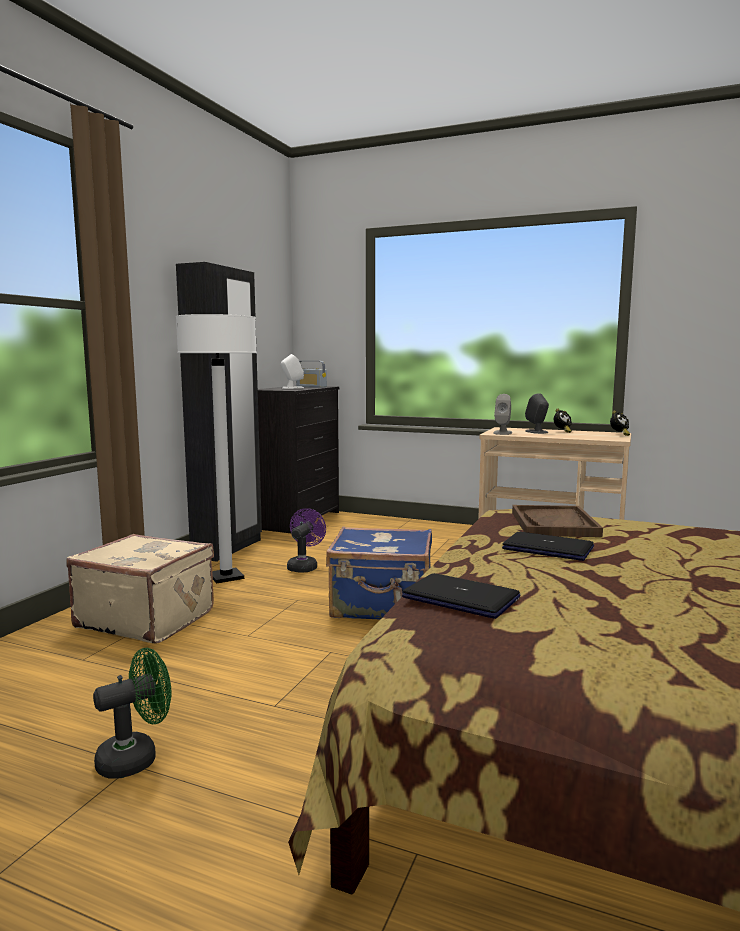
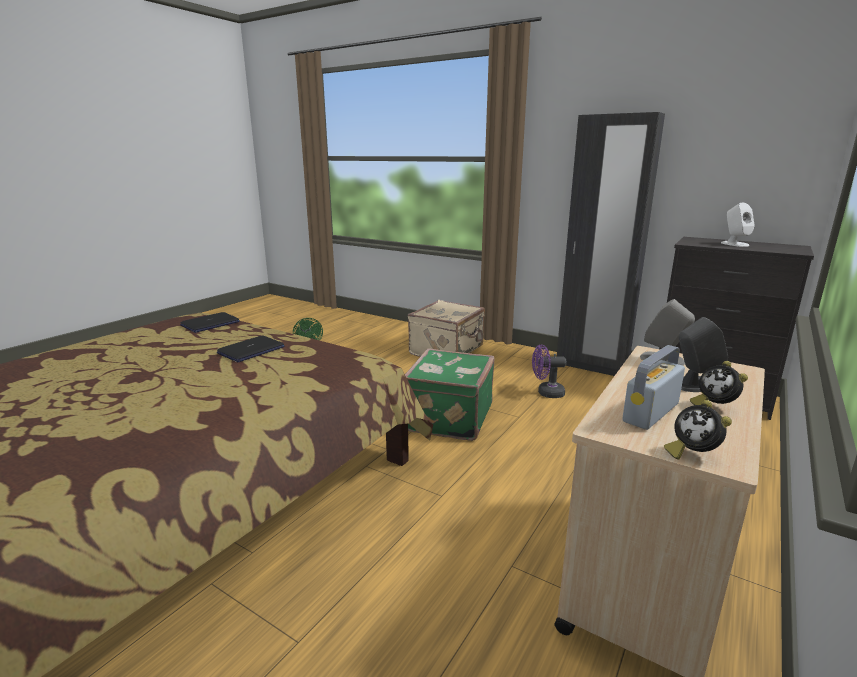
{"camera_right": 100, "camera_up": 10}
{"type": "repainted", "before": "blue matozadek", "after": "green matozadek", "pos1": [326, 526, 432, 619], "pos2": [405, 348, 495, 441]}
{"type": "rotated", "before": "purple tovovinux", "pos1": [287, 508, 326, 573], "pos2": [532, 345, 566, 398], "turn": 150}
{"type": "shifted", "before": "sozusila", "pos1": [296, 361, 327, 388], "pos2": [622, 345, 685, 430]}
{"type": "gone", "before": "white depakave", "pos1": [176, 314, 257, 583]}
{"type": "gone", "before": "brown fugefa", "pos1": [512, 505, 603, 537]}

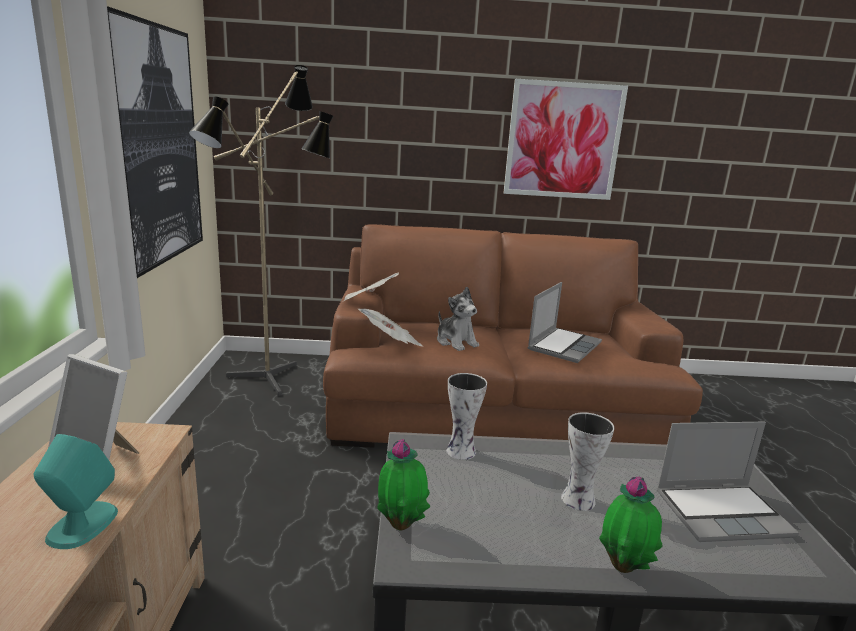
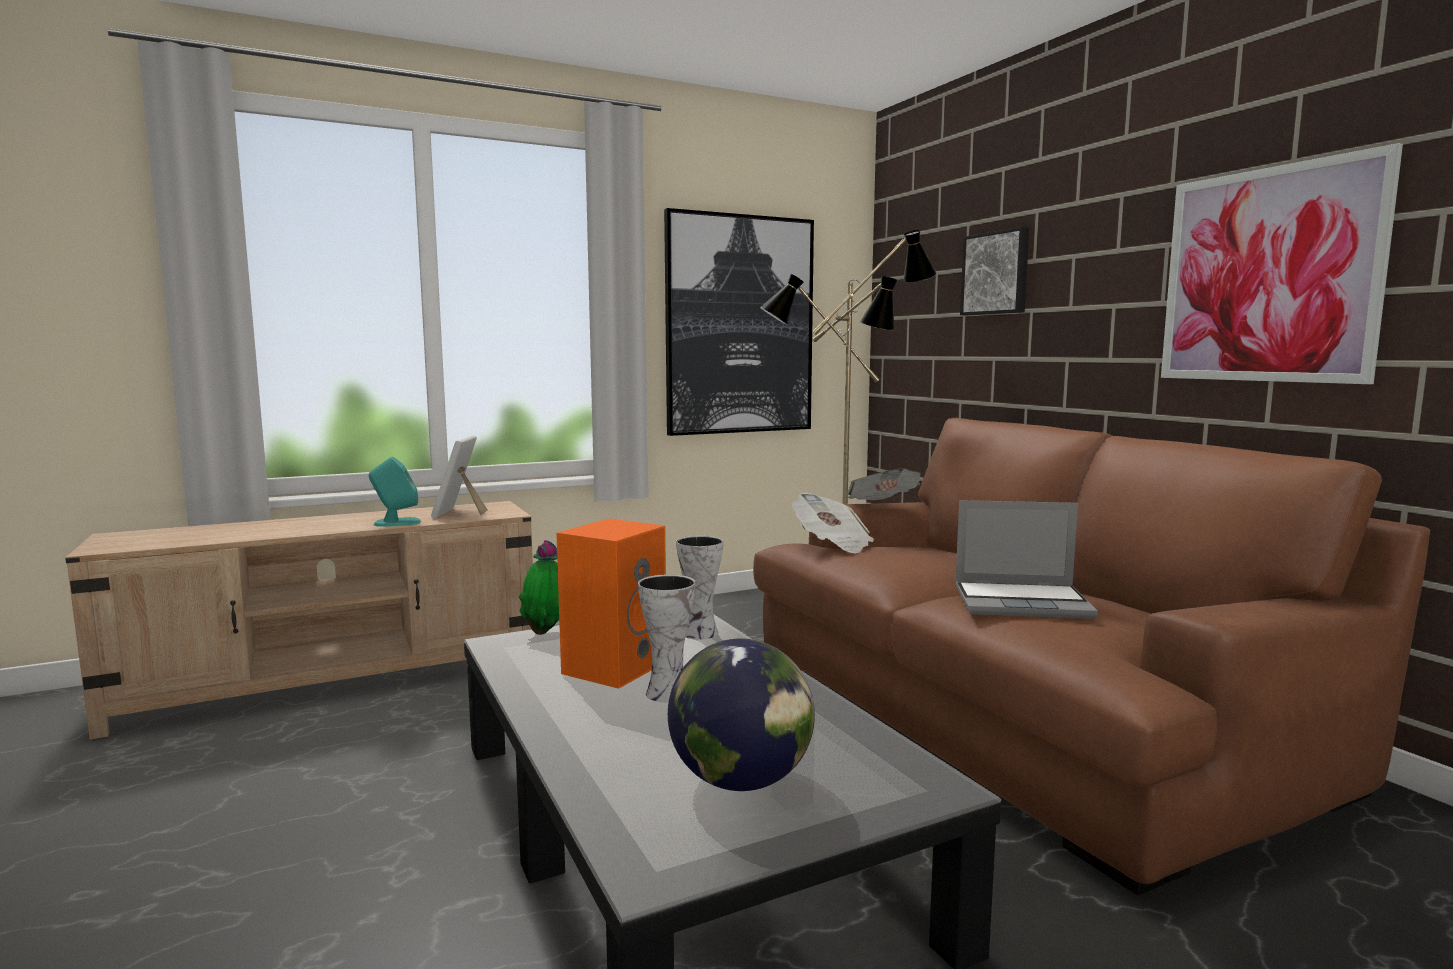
{"camera_right": 65, "camera_up": -10}
{"type": "new", "after": "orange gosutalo", "pos2": [556, 518, 666, 689]}
{"type": "swapped", "before": "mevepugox", "after": "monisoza", "pos1": [656, 422, 799, 542], "pos2": [668, 639, 815, 791]}
{"type": "new", "after": "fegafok", "pos2": [960, 227, 1029, 315]}
{"type": "gone", "before": "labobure", "pos1": [437, 287, 479, 351]}
{"type": "gone", "before": "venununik", "pos1": [599, 476, 663, 573]}

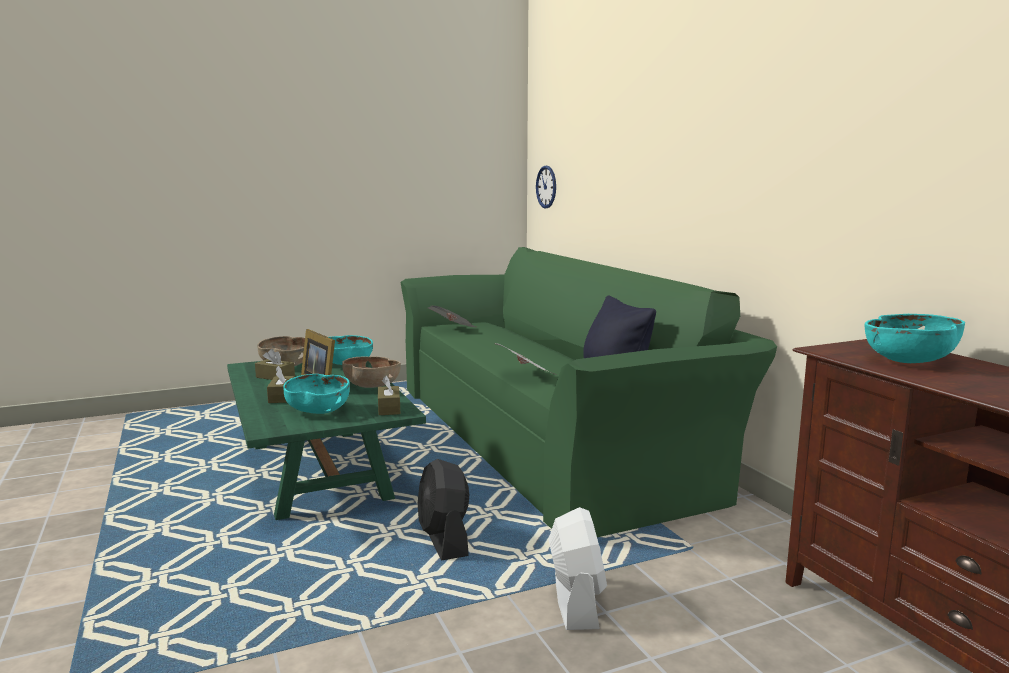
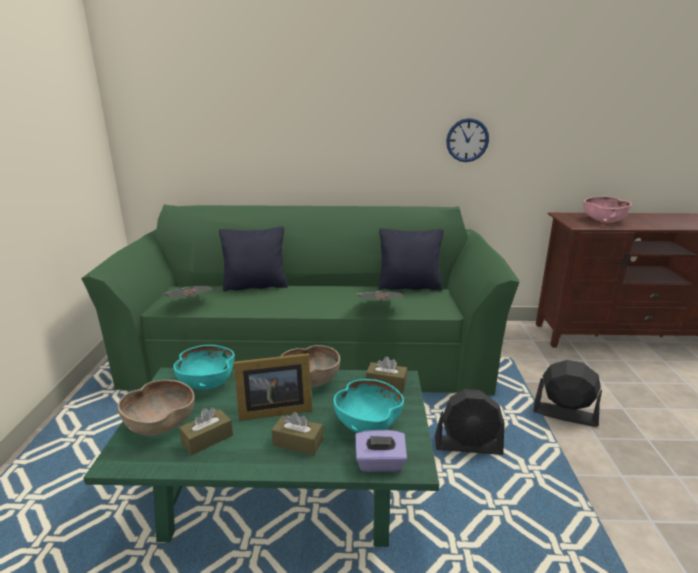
{"camera_right": -65, "camera_up": 10}
{"type": "new", "after": "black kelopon", "pos2": [219, 226, 288, 291]}
{"type": "new", "after": "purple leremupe", "pos2": [355, 430, 407, 472]}
{"type": "shifted", "before": "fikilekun", "pos1": [536, 166, 556, 208], "pos2": [446, 118, 489, 162]}
{"type": "repainted", "before": "white tovovinux", "after": "black tovovinux", "pos1": [549, 507, 607, 630], "pos2": [534, 360, 602, 427]}
{"type": "repainted", "before": "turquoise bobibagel", "after": "pink bobibagel", "pos1": [865, 314, 965, 363], "pos2": [583, 197, 631, 223]}

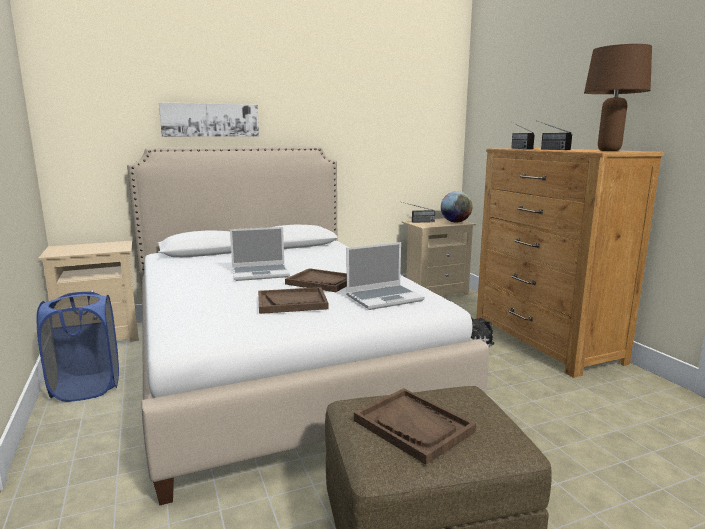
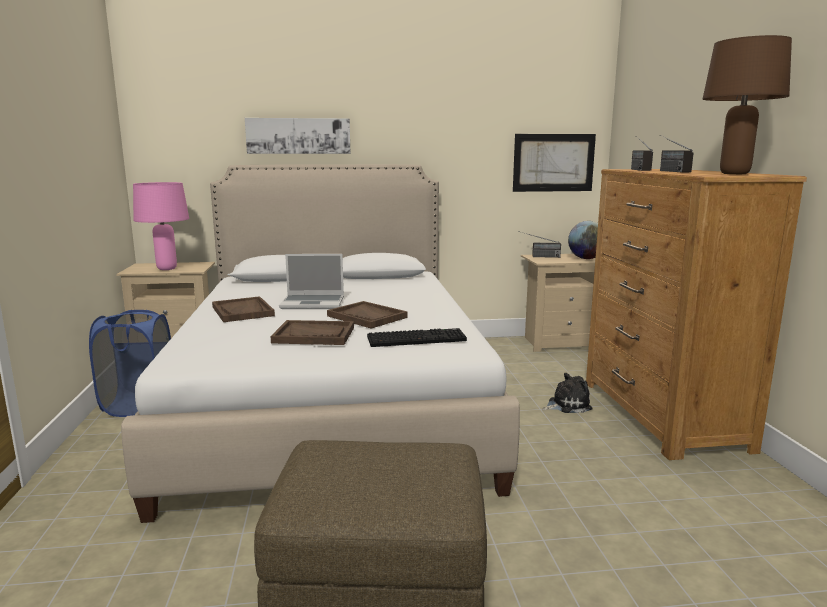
{"camera_right": 15, "camera_up": 0}
{"type": "new", "after": "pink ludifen", "pos2": [133, 182, 189, 270]}
{"type": "shifted", "before": "brown fugefa", "pos1": [354, 388, 476, 465], "pos2": [212, 296, 275, 322]}
{"type": "swapped", "before": "mevepugox", "after": "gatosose", "pos1": [346, 242, 425, 310], "pos2": [367, 328, 467, 347]}
{"type": "new", "after": "fegafok", "pos2": [513, 134, 596, 192]}

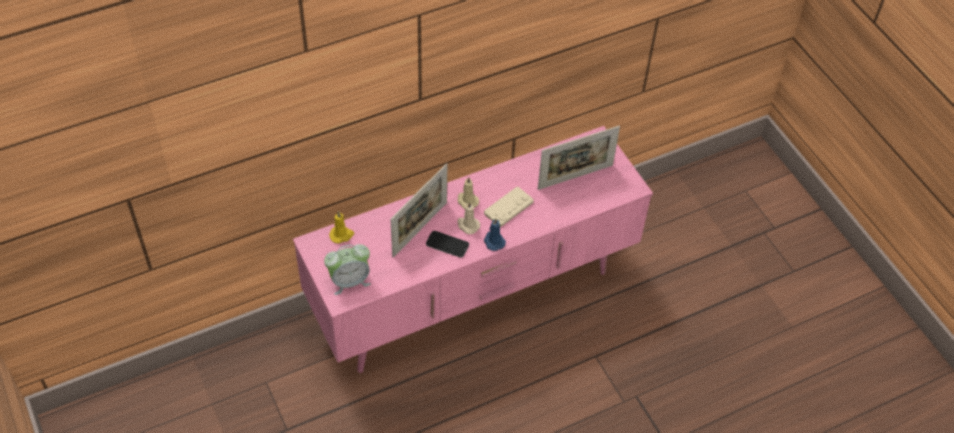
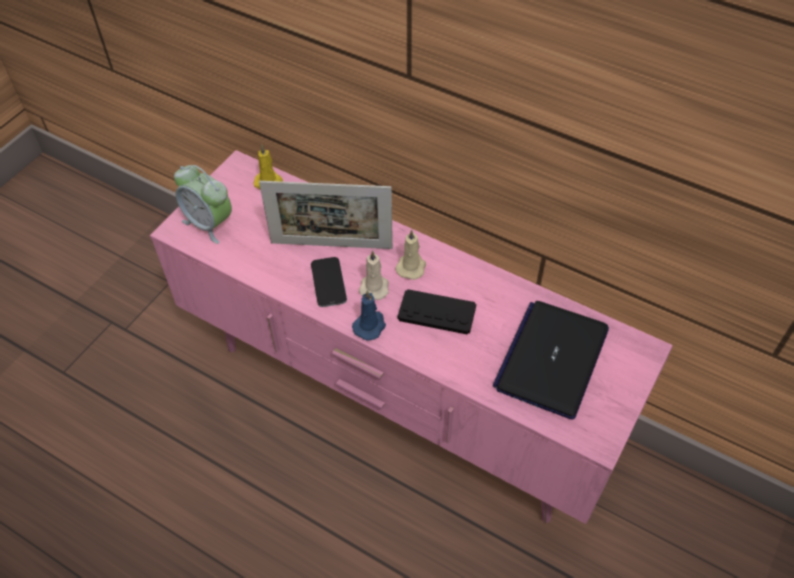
{"camera_right": 60, "camera_up": 0}
{"type": "repainted", "before": "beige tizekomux", "after": "black tizekomux", "pos1": [484, 187, 534, 227], "pos2": [398, 289, 476, 335]}
{"type": "swapped", "before": "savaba", "after": "mevepugox", "pos1": [538, 126, 620, 190], "pos2": [492, 301, 609, 420]}

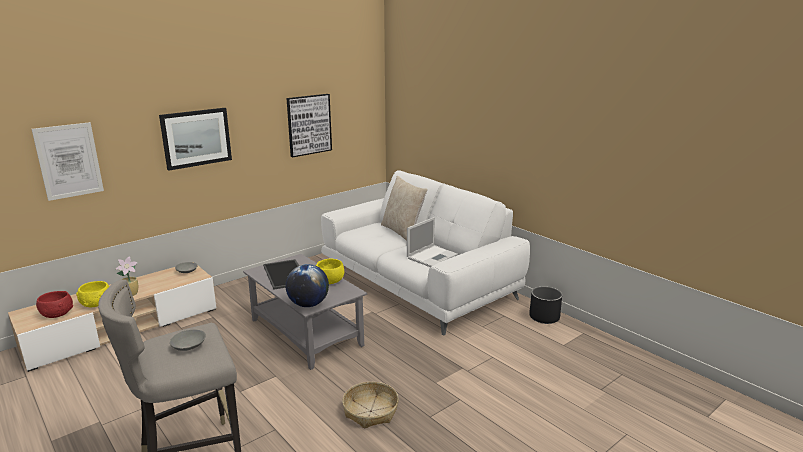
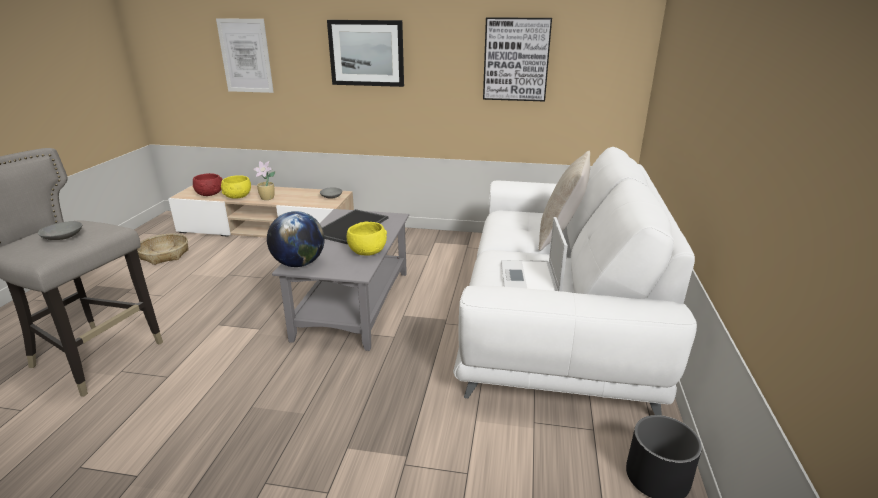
{"camera_right": 50, "camera_up": 5}
{"type": "shifted", "before": "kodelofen", "pos1": [342, 382, 399, 429], "pos2": [137, 234, 189, 265]}
{"type": "rotated", "before": "mevepugox", "pos1": [407, 217, 458, 267], "pos2": [501, 217, 568, 291], "turn": 90}

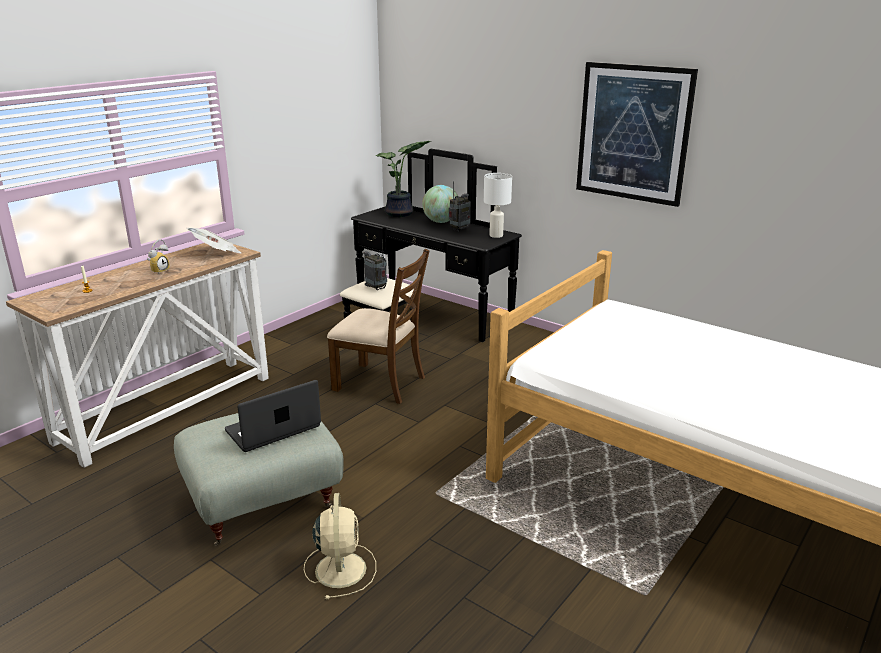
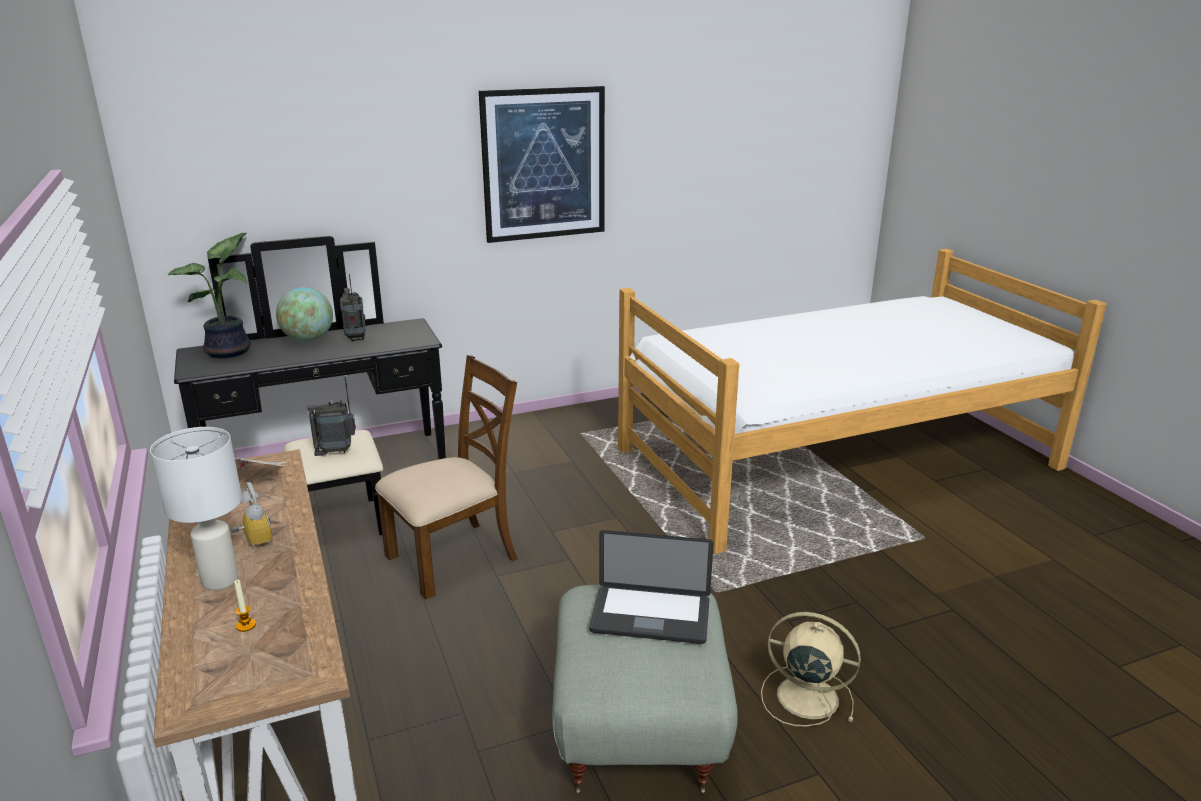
{"camera_right": -60, "camera_up": 0}
{"type": "shifted", "before": "white ludifen", "pos1": [484, 173, 512, 238], "pos2": [150, 427, 242, 590]}
{"type": "rotated", "before": "mevepugox", "pos1": [225, 380, 321, 452], "pos2": [589, 530, 713, 644], "turn": -75}

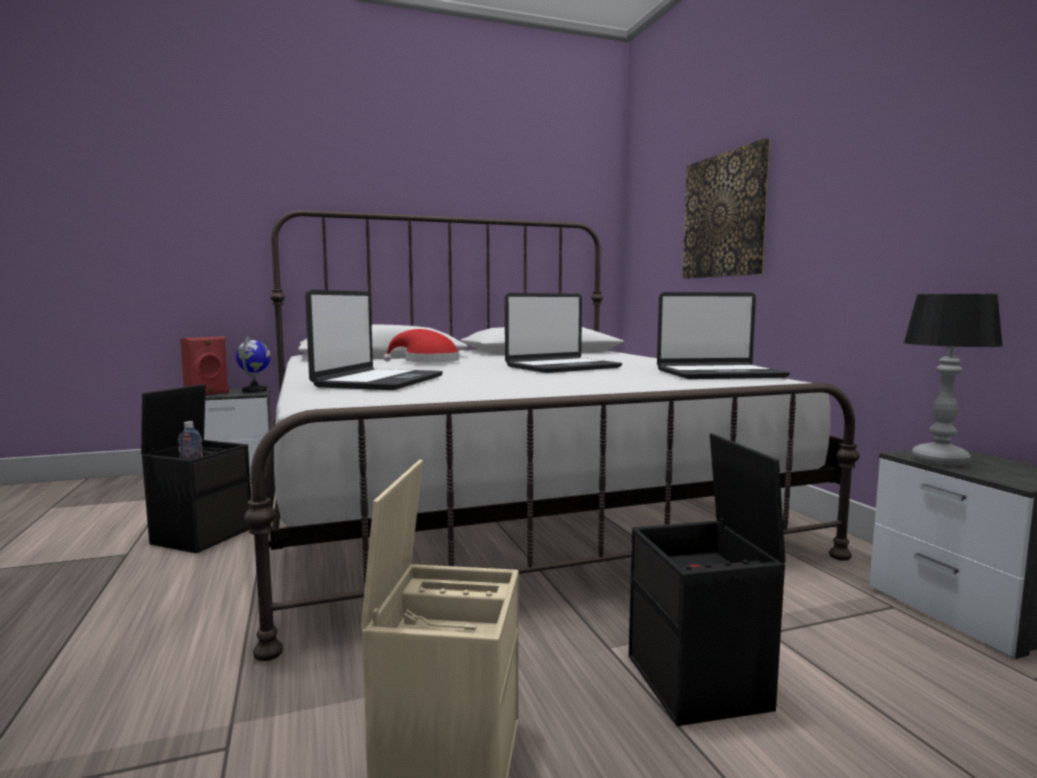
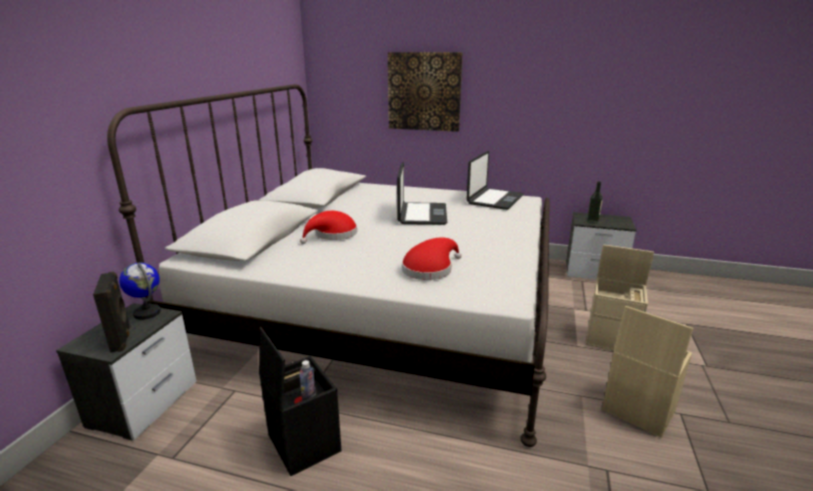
{"camera_right": -55, "camera_up": 15}
{"type": "repainted", "before": "red gosutalo", "after": "black gosutalo", "pos1": [180, 336, 229, 395], "pos2": [93, 271, 131, 353]}
{"type": "swapped", "before": "mevepugox", "after": "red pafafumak", "pos1": [305, 290, 443, 390], "pos2": [402, 238, 462, 280]}
{"type": "repainted", "before": "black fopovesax", "after": "beige fopovesax", "pos1": [629, 433, 785, 726], "pos2": [586, 244, 654, 351]}
{"type": "swapped", "before": "ludifen", "after": "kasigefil", "pos1": [903, 294, 1003, 466], "pos2": [587, 181, 603, 224]}

